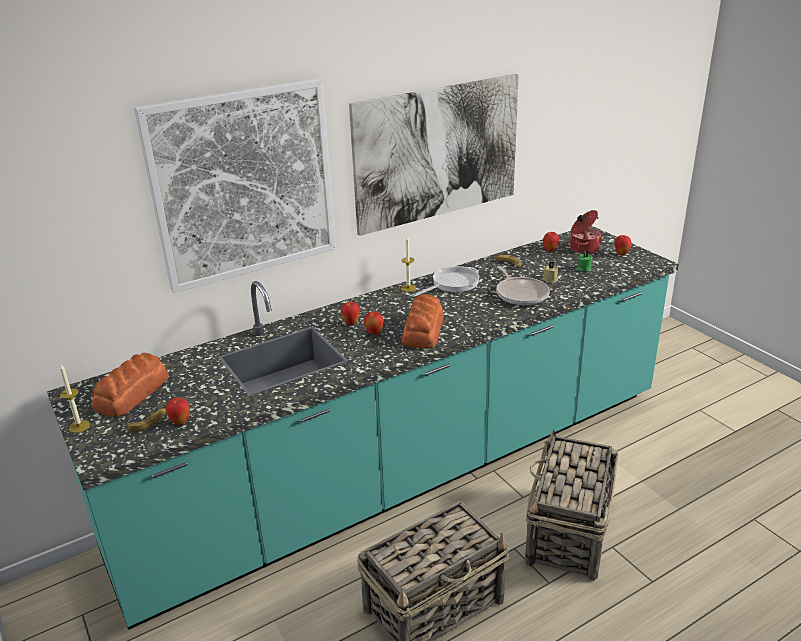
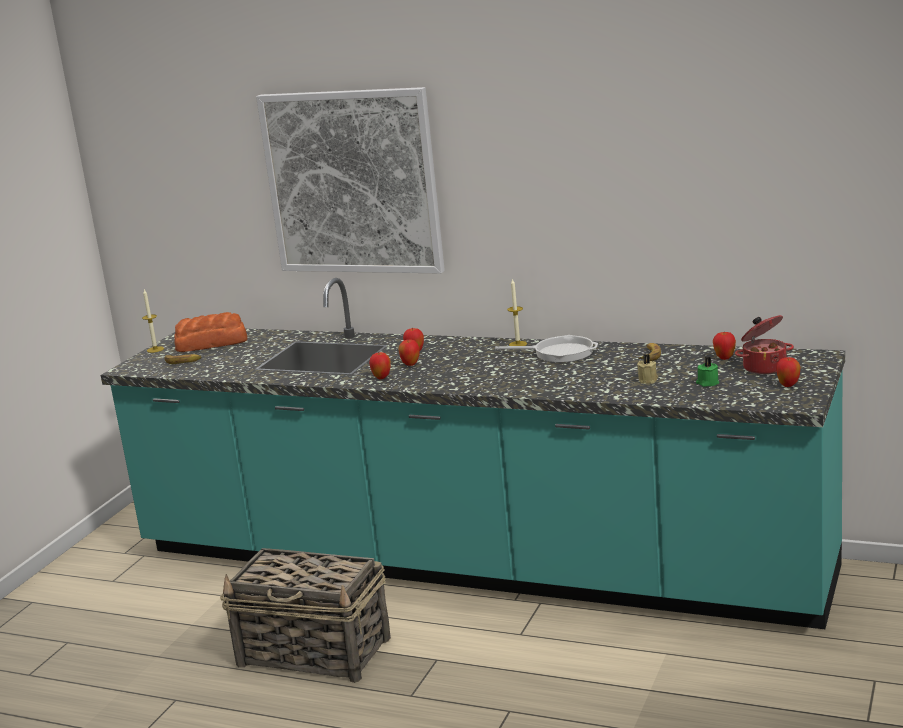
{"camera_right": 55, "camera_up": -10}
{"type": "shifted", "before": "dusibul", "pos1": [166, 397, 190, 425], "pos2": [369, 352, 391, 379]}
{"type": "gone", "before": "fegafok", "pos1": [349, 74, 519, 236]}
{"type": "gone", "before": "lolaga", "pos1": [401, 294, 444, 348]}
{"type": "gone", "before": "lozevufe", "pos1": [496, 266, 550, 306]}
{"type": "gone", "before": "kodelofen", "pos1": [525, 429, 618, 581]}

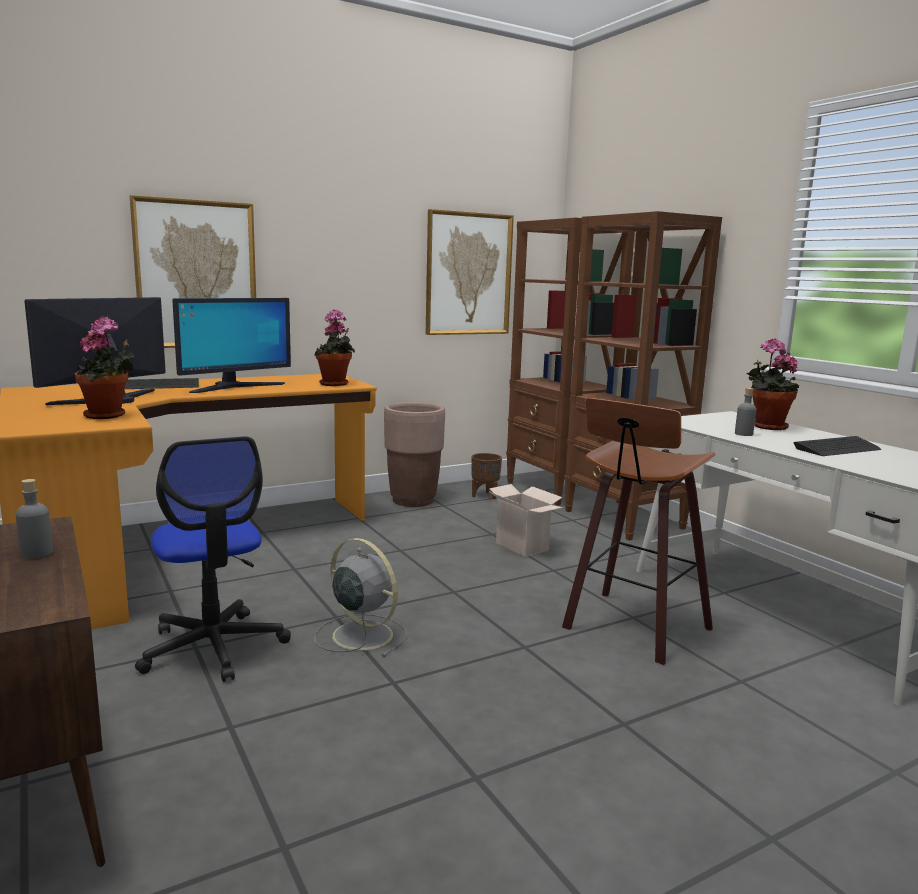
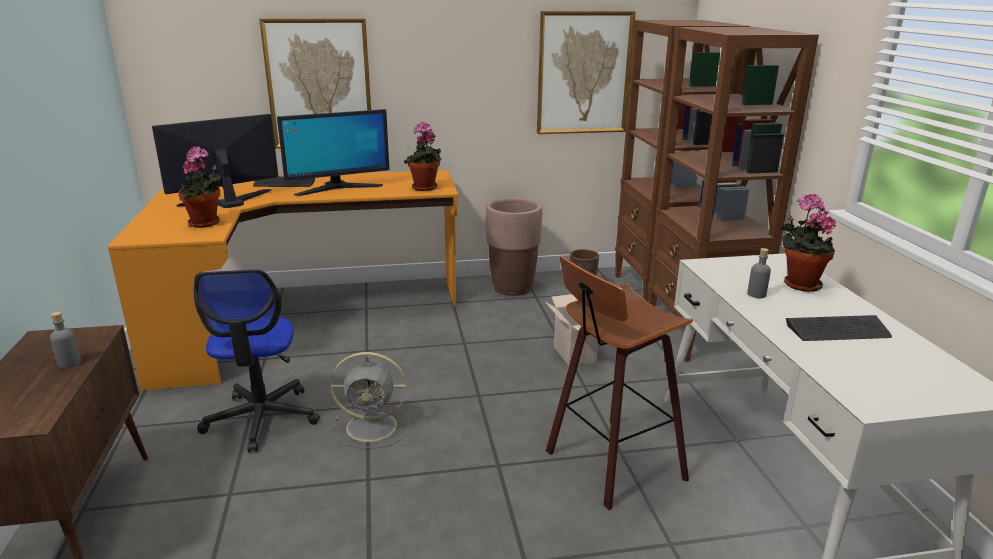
{"camera_right": 20, "camera_up": 10}
{"type": "rotated", "before": "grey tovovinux", "pos1": [314, 538, 407, 657], "pos2": [330, 352, 410, 449], "turn": 120}

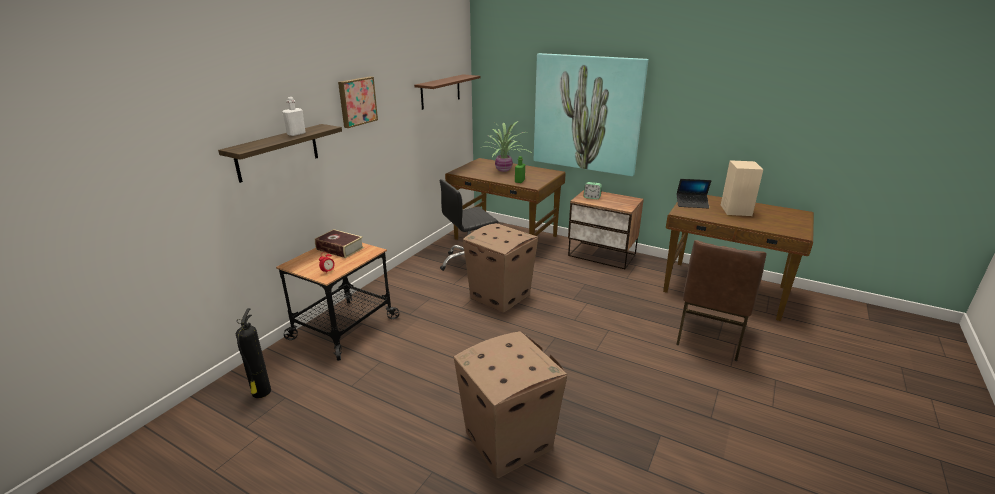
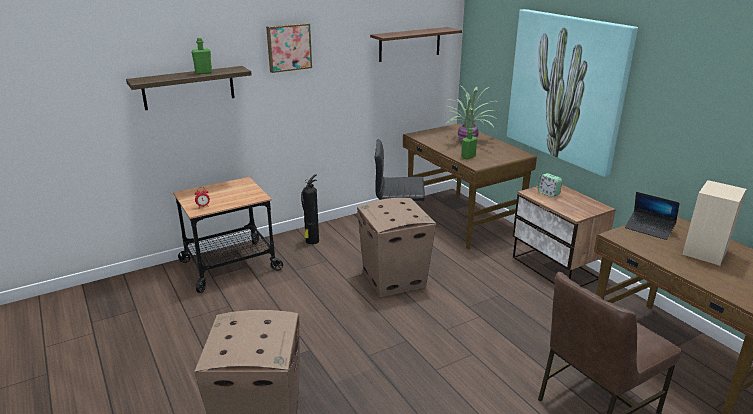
{"camera_right": 30, "camera_up": 0}
{"type": "repainted", "before": "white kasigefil", "after": "green kasigefil", "pos1": [282, 97, 306, 136], "pos2": [191, 38, 212, 74]}
{"type": "shifted", "before": "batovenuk", "pos1": [236, 308, 271, 398], "pos2": [301, 174, 319, 245]}
{"type": "gone", "before": "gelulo", "pos1": [315, 229, 364, 258]}

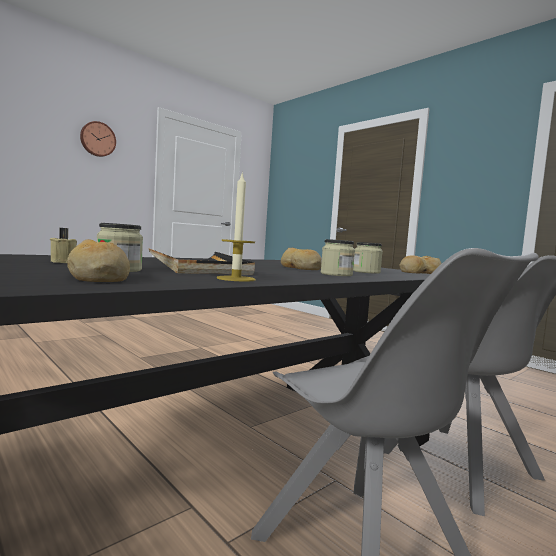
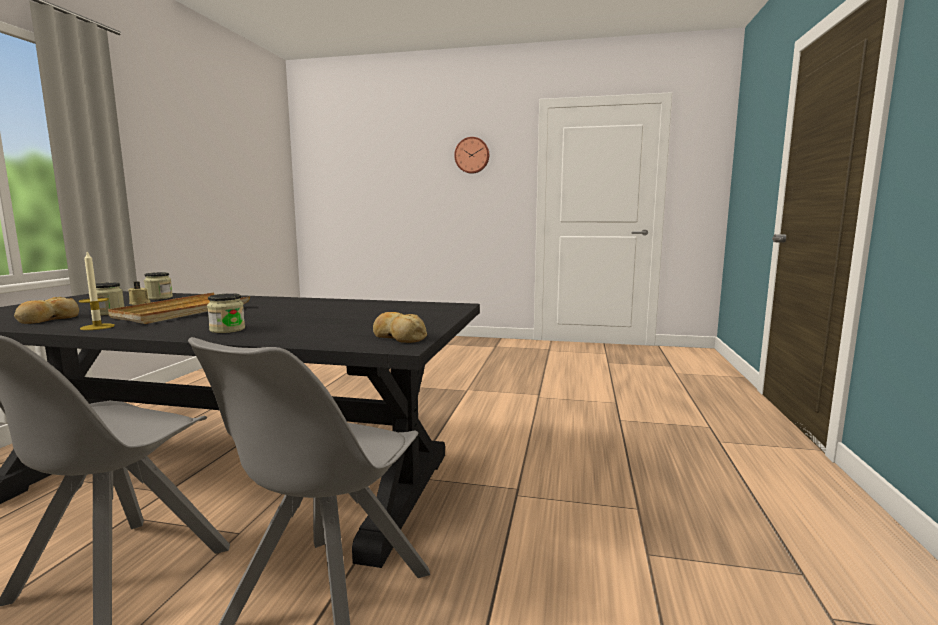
{"camera_right": 55, "camera_up": 5}
{"type": "repainted", "before": "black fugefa", "after": "beige fugefa", "pos1": [148, 248, 255, 275], "pos2": [108, 292, 250, 324]}
{"type": "shifted", "before": "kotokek", "pos1": [353, 242, 383, 274], "pos2": [144, 272, 173, 300]}
{"type": "gone", "before": "lolaga", "pos1": [281, 248, 322, 270]}

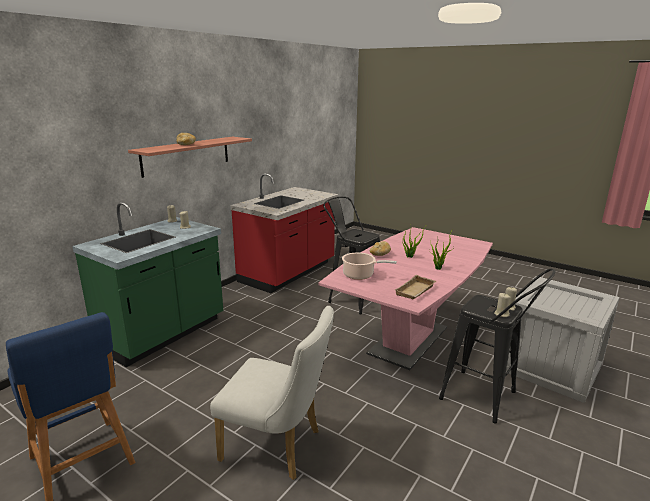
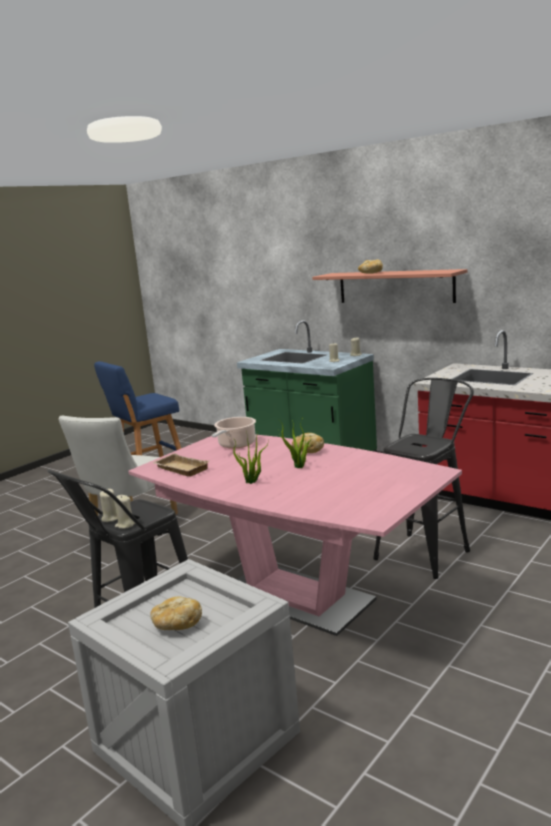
{"camera_right": 95, "camera_up": -5}
{"type": "new", "after": "lolaga", "pos2": [150, 596, 202, 630]}

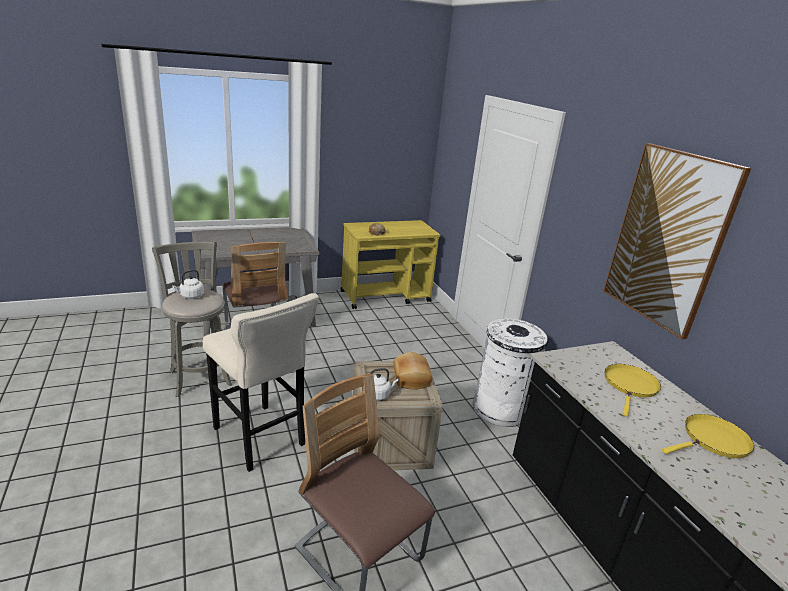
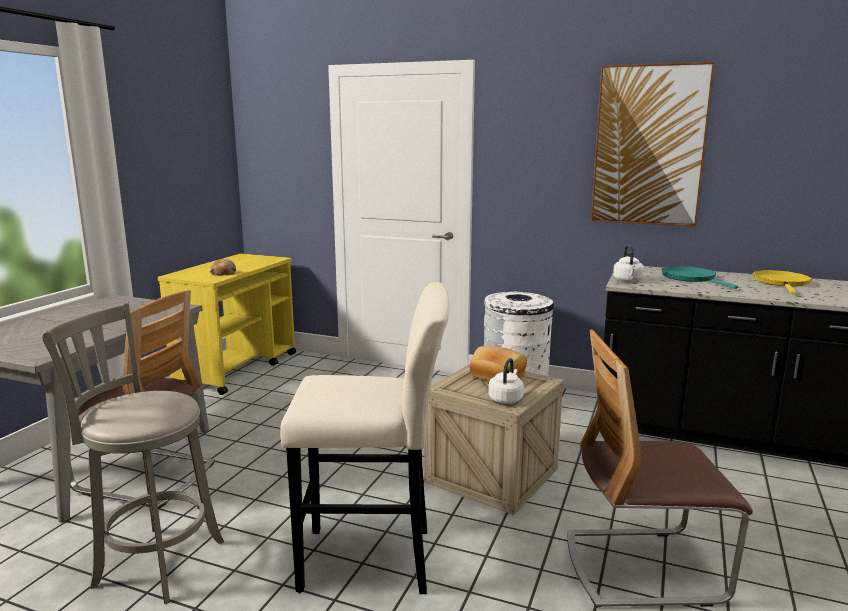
{"camera_right": -45, "camera_up": -10}
{"type": "shifted", "before": "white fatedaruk", "pos1": [172, 269, 204, 299], "pos2": [613, 245, 644, 282]}
{"type": "repainted", "before": "yellow lozevufe", "after": "turquoise lozevufe", "pos1": [605, 364, 661, 417], "pos2": [662, 266, 739, 289]}

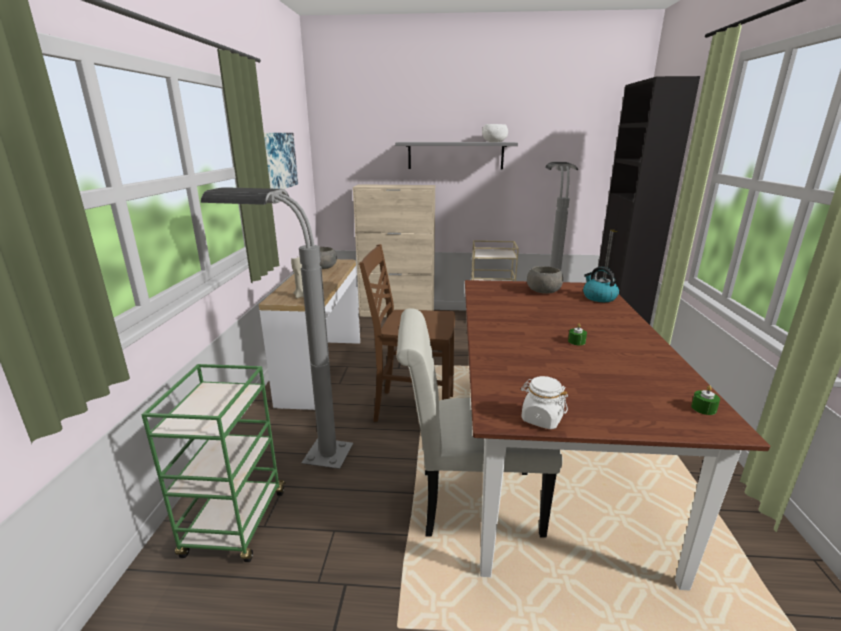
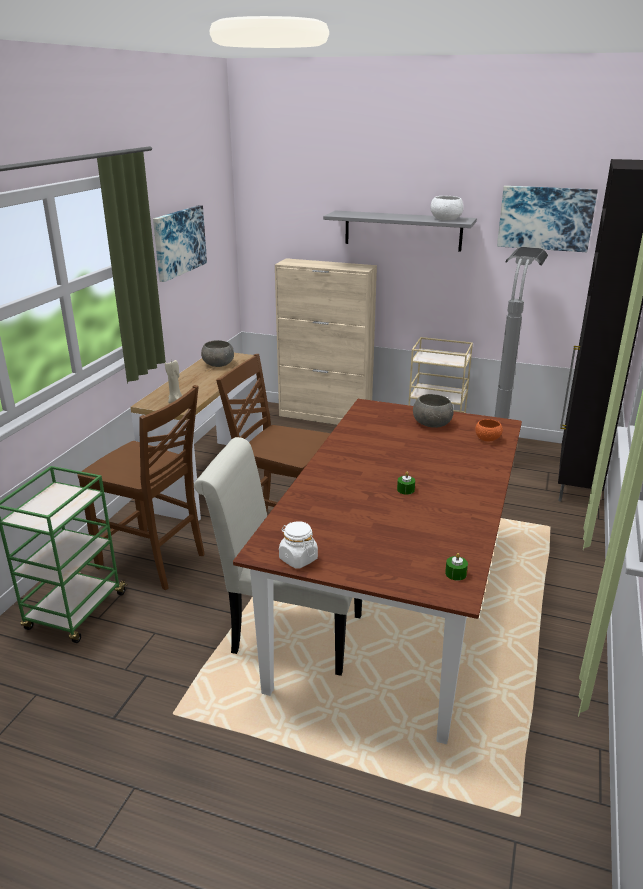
{"camera_right": 15, "camera_up": 5}
{"type": "swapped", "before": "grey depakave", "after": "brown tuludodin", "pos1": [201, 187, 353, 469], "pos2": [78, 385, 205, 590]}
{"type": "swapped", "before": "fatedaruk", "after": "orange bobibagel", "pos1": [583, 267, 619, 302], "pos2": [475, 419, 503, 441]}
{"type": "new", "after": "fegafok", "pos2": [497, 186, 598, 252]}

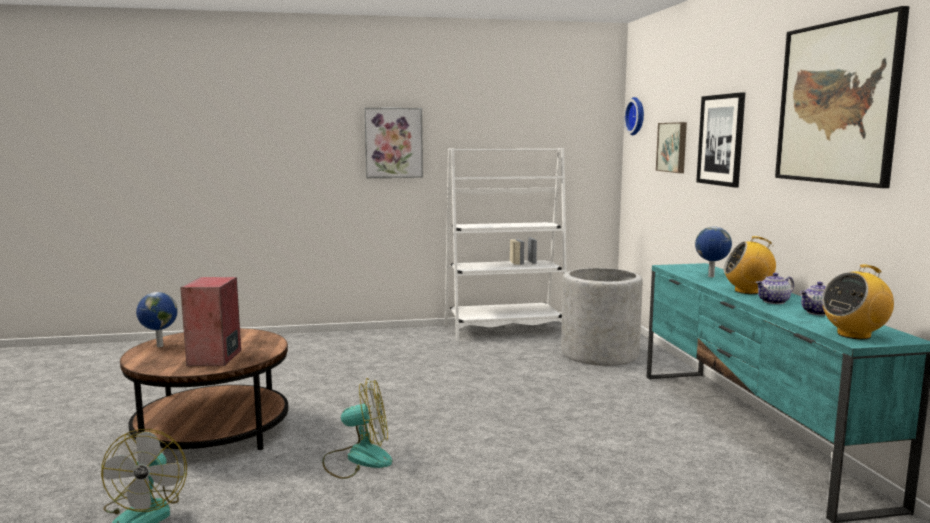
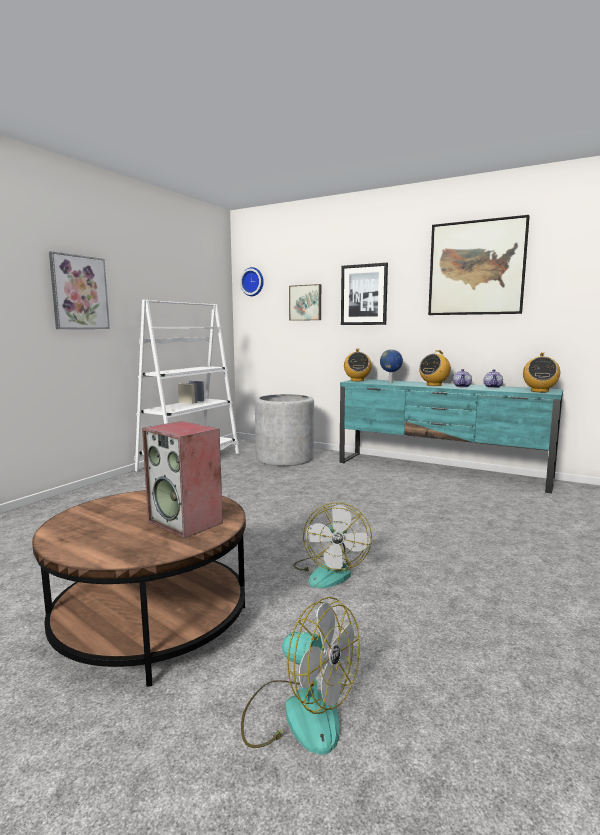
{"camera_right": -50, "camera_up": 0}
{"type": "rotated", "before": "tovovinux", "pos1": [322, 378, 392, 479], "pos2": [293, 502, 372, 588], "turn": 150}
{"type": "new", "after": "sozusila", "pos2": [344, 348, 372, 381]}
{"type": "gone", "before": "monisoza", "pos1": [136, 292, 178, 347]}

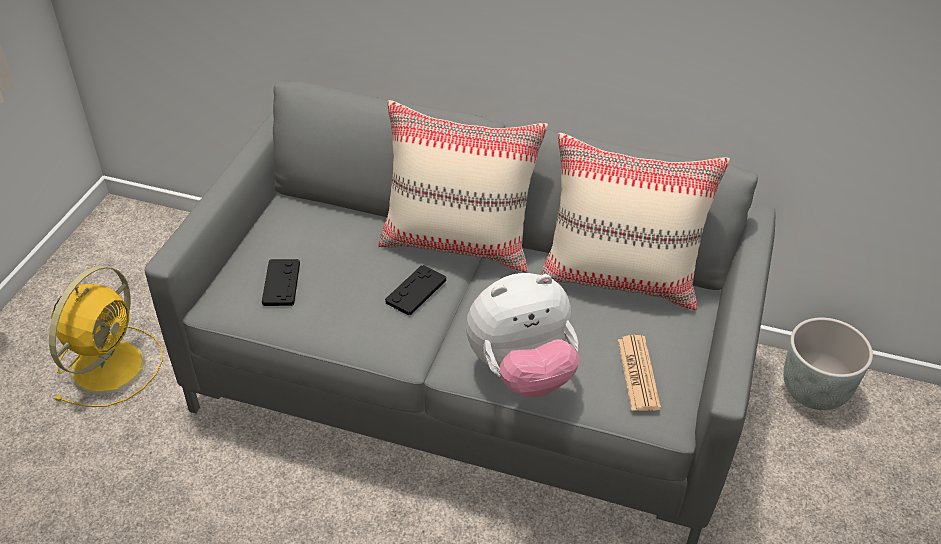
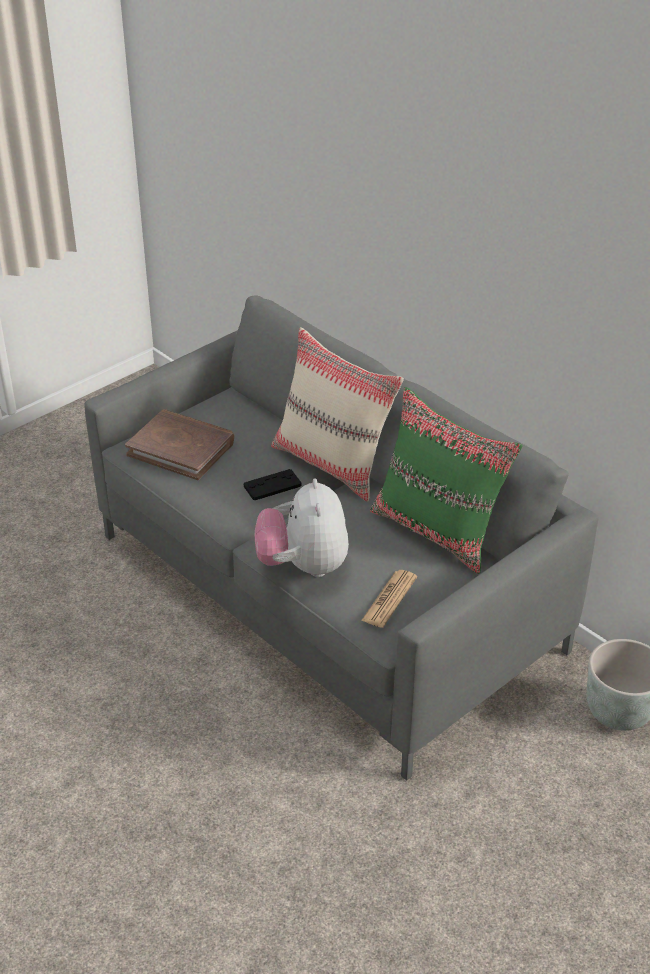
{"camera_right": 30, "camera_up": -5}
{"type": "swapped", "before": "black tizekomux", "after": "brown gelulo", "pos1": [262, 259, 300, 306], "pos2": [125, 409, 234, 480]}
{"type": "rotated", "before": "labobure", "pos1": [466, 273, 579, 397], "pos2": [255, 478, 349, 577], "turn": 75}
{"type": "repainted", "before": "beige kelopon", "after": "green kelopon", "pos1": [540, 133, 730, 310], "pos2": [370, 387, 522, 574]}
{"type": "gone", "before": "yellow tovovinux", "pos1": [49, 265, 163, 407]}

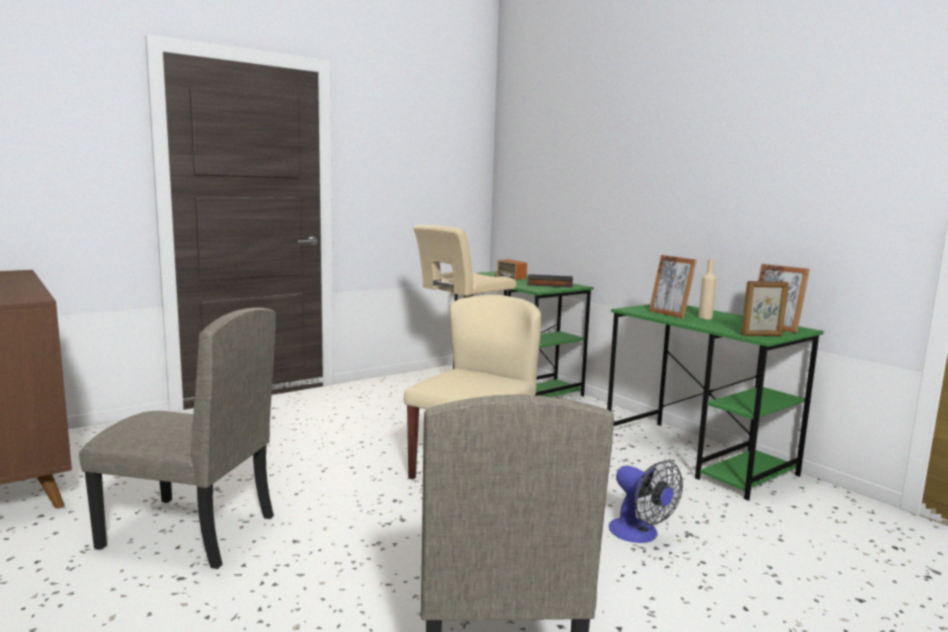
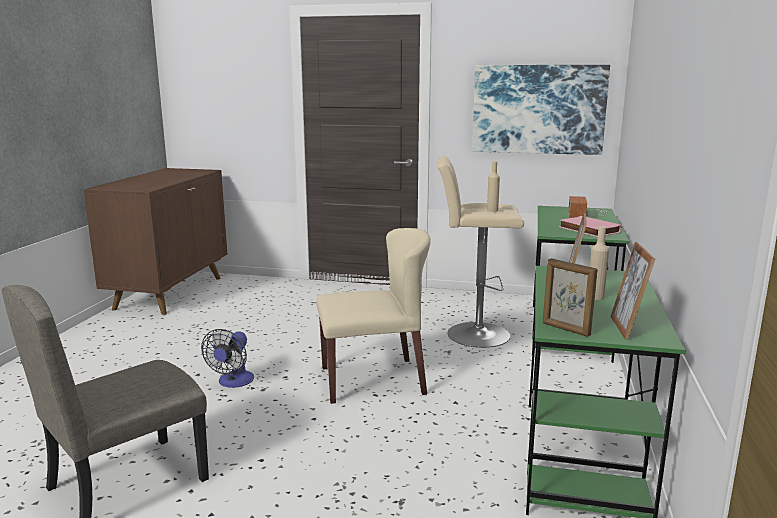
{"camera_right": 50, "camera_up": 5}
{"type": "shifted", "before": "tovovinux", "pos1": [609, 461, 683, 543], "pos2": [201, 329, 254, 388]}
{"type": "new", "after": "fegafok", "pos2": [472, 65, 610, 155]}
{"type": "new", "after": "beige kasigefil", "pos2": [487, 161, 500, 212]}
{"type": "repainted", "before": "black gelulo", "after": "pink gelulo", "pos1": [527, 274, 573, 288], "pos2": [559, 216, 621, 237]}
{"type": "gone", "before": "beige tuludodin", "pos1": [79, 308, 276, 569]}

